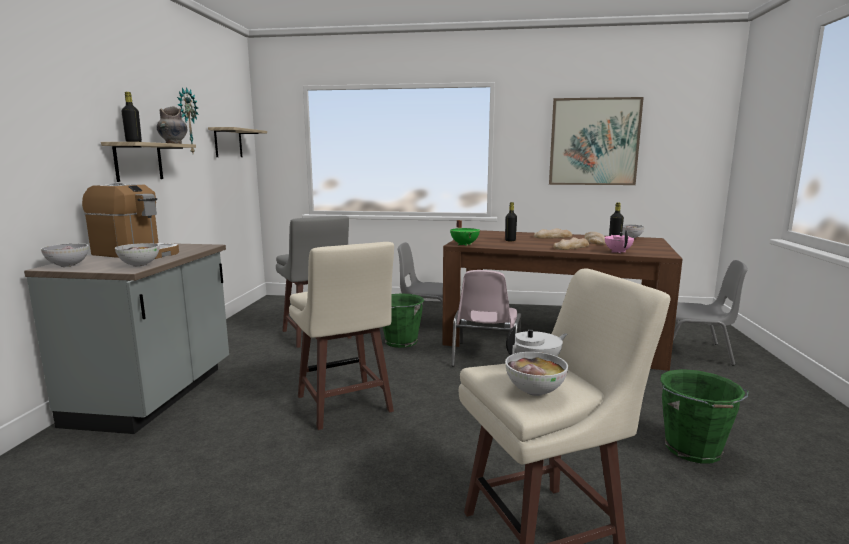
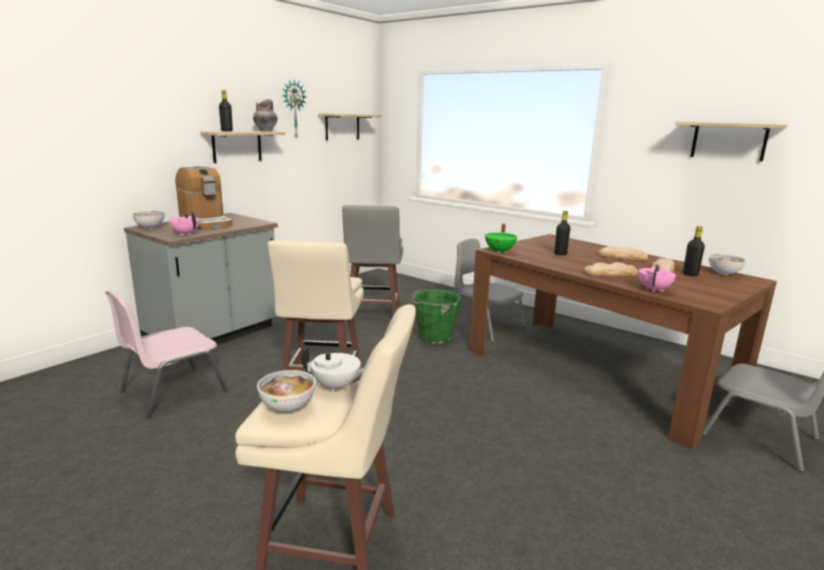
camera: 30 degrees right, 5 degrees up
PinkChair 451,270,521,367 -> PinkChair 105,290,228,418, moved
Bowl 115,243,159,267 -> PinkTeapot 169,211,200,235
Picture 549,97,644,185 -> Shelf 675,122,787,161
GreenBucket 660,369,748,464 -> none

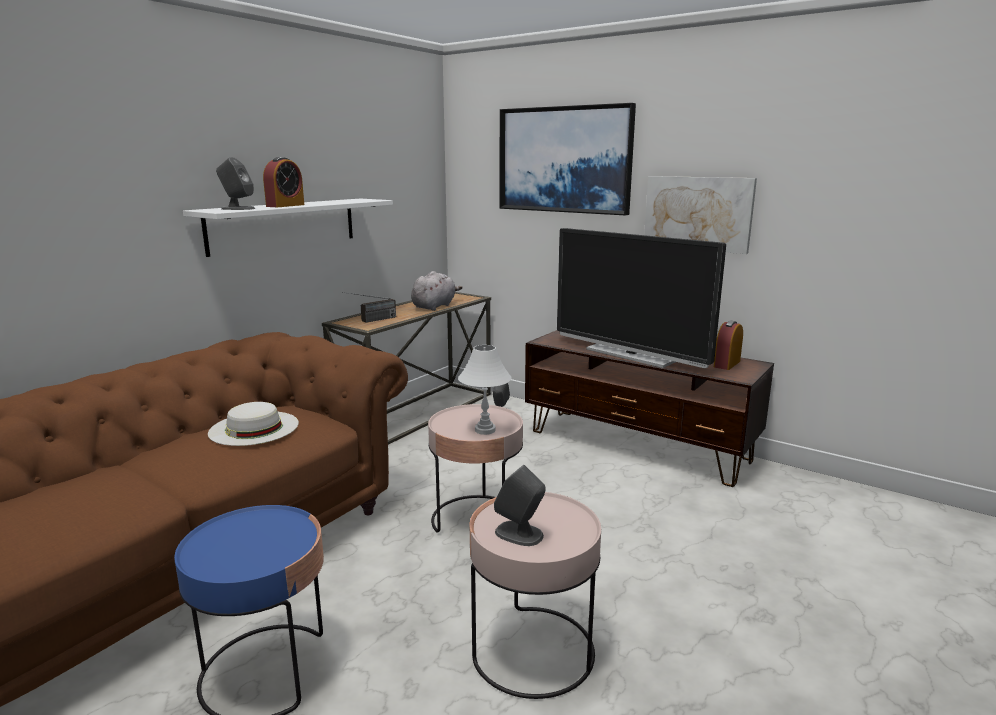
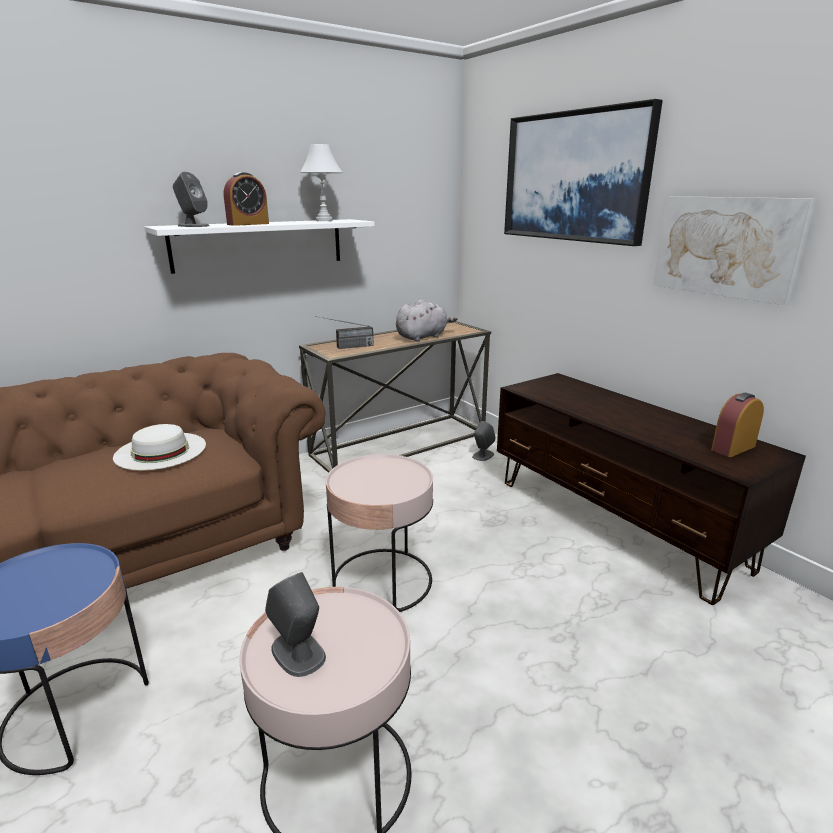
camera: 20 degrees right, 5 degrees up
WhiteTableLamp 458,345,512,435 -> WhiteTableLamp 300,144,343,221, moved
Television 557,228,726,368 -> none

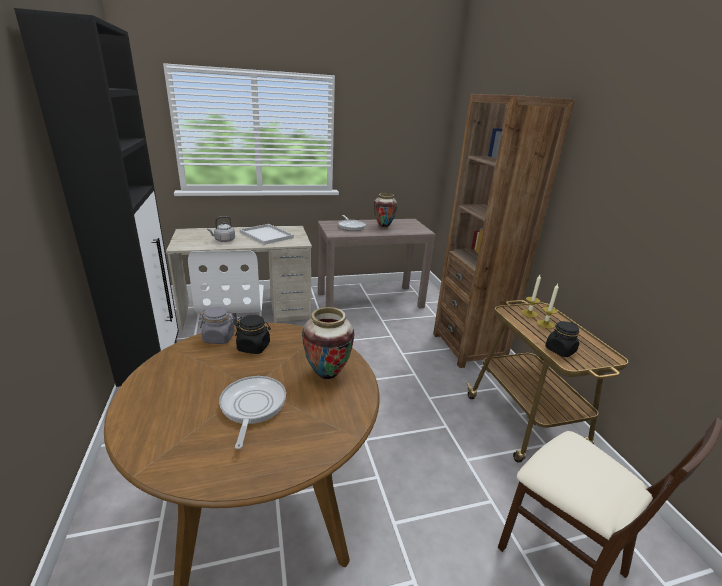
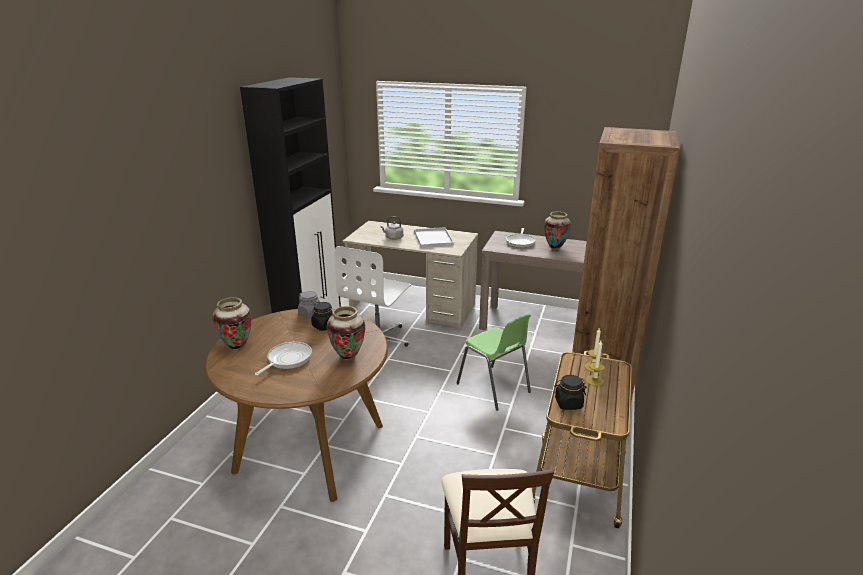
camera: 35 degrees right, 0 degrees up
none -> Vase 212,297,251,350
none -> GreenChair 456,314,531,411

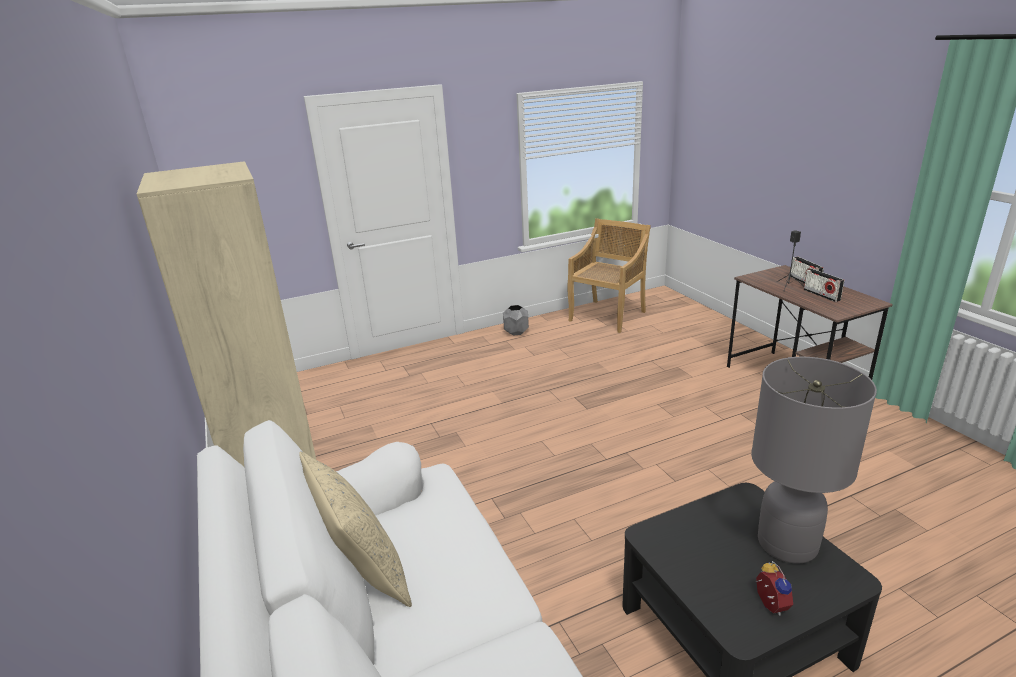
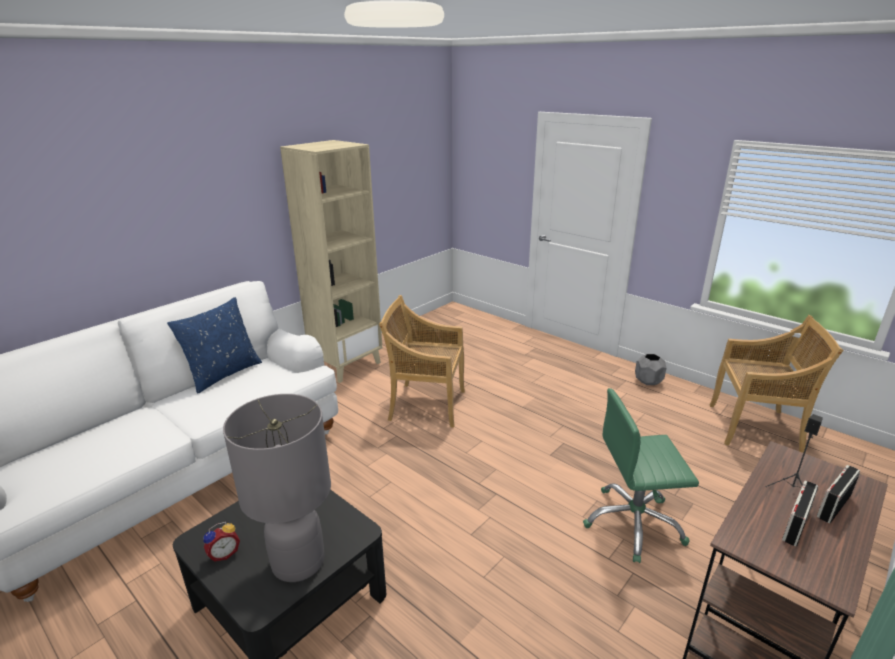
camera: 65 degrees right, 0 degrees up
BeigePillow 299,451,412,607 -> BluePillow 167,297,262,393
none -> BeigeChair 379,295,465,428
none -> GreenOfficeChair 583,388,699,563

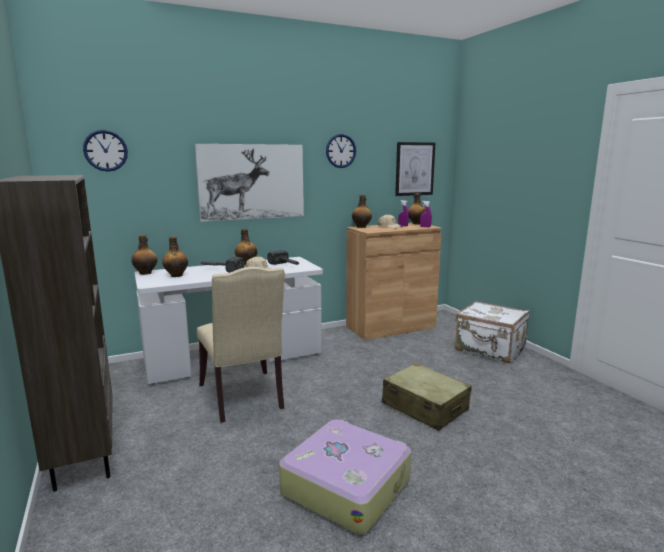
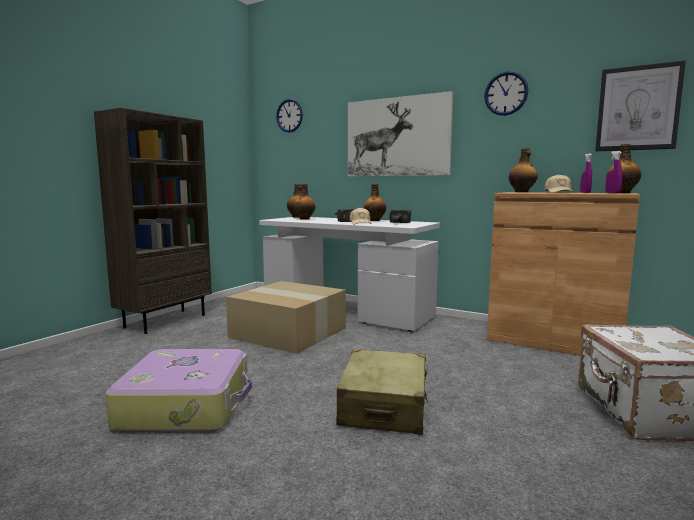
camera: 55 degrees right, 5 degrees down
BeigeChair 197,267,285,423 -> CardboardBox 226,281,346,354

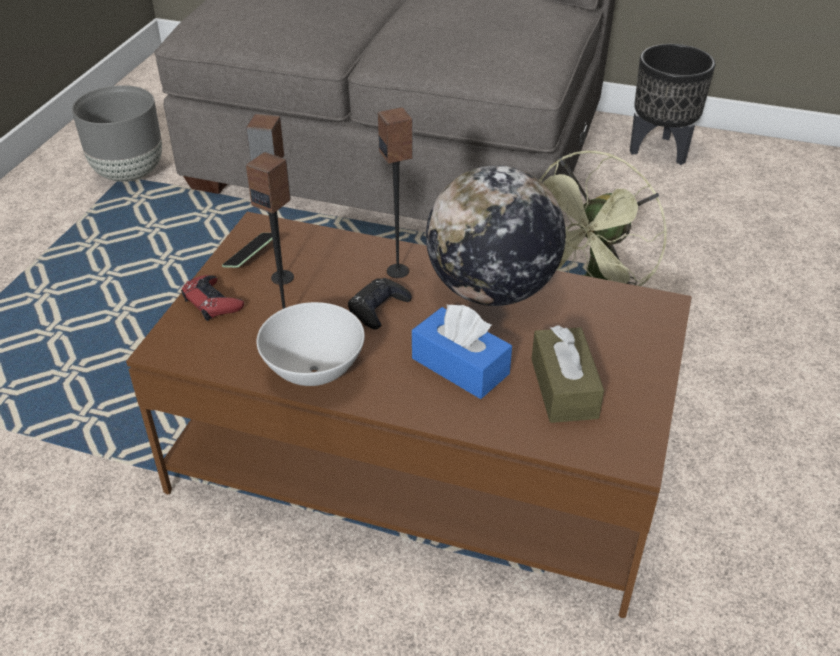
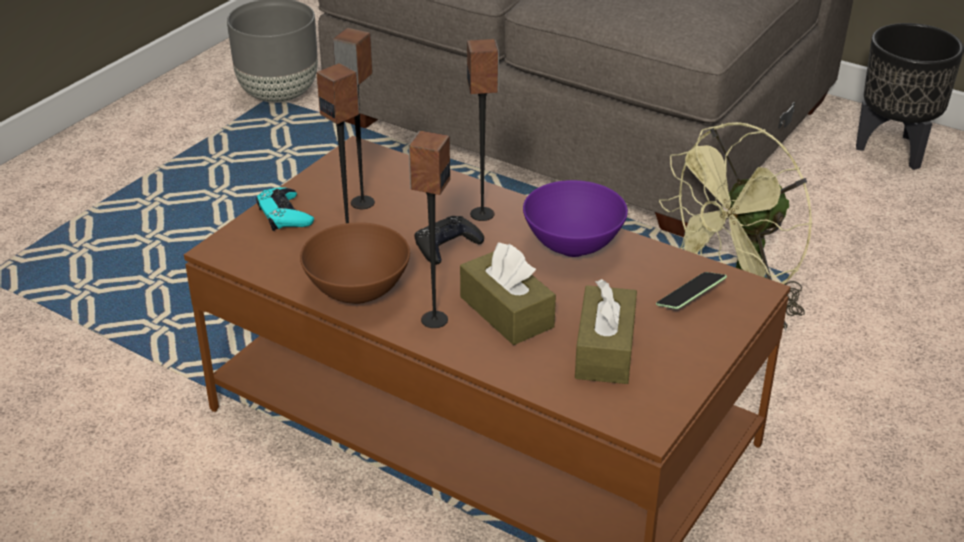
camera: 15 degrees right, 5 degrees down
RedGameController 181,275,244,321 -> TurquoiseGameController 256,187,314,231
WhiteBowl 257,302,365,386 -> BrownBowl 300,222,410,304
none -> Speaker 409,131,450,328
BlueTissueBox 412,305,512,399 -> BrownTissueBox 460,243,556,345
Globe 426,165,566,306 -> PurpleBowl 523,180,628,257
Phone 222,233,272,268 -> Phone 656,272,727,309, moved

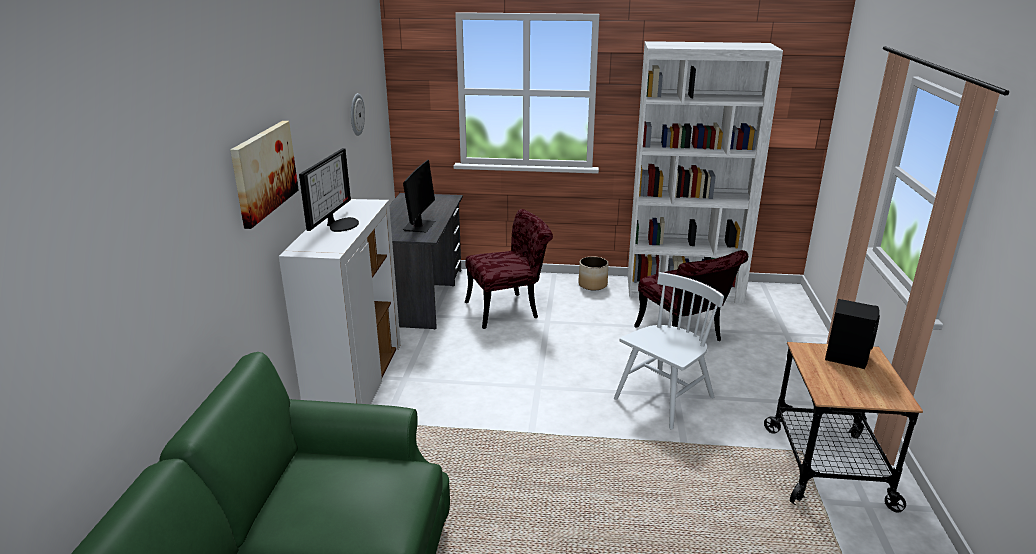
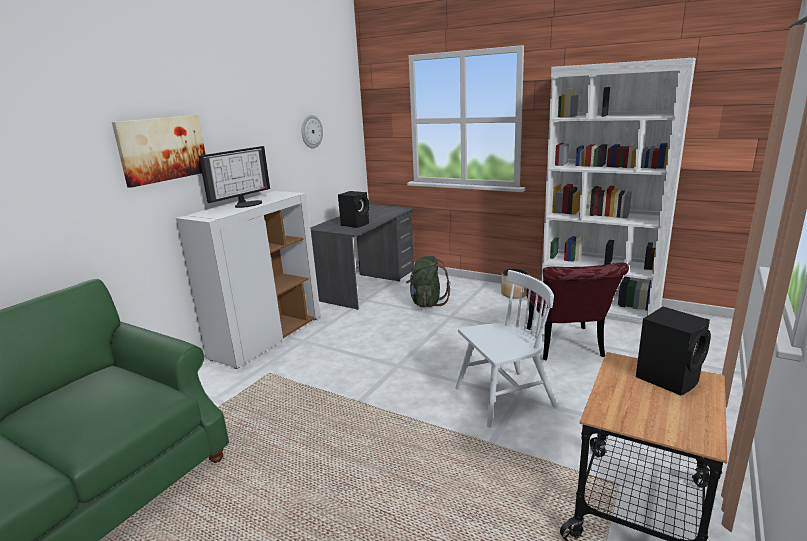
camera: 25 degrees right, 5 degrees down
Monitor 403,160,435,232 -> BlackSpeaker 338,191,369,228
RedChair 465,209,553,329 -> GreenBackpack 406,256,450,307

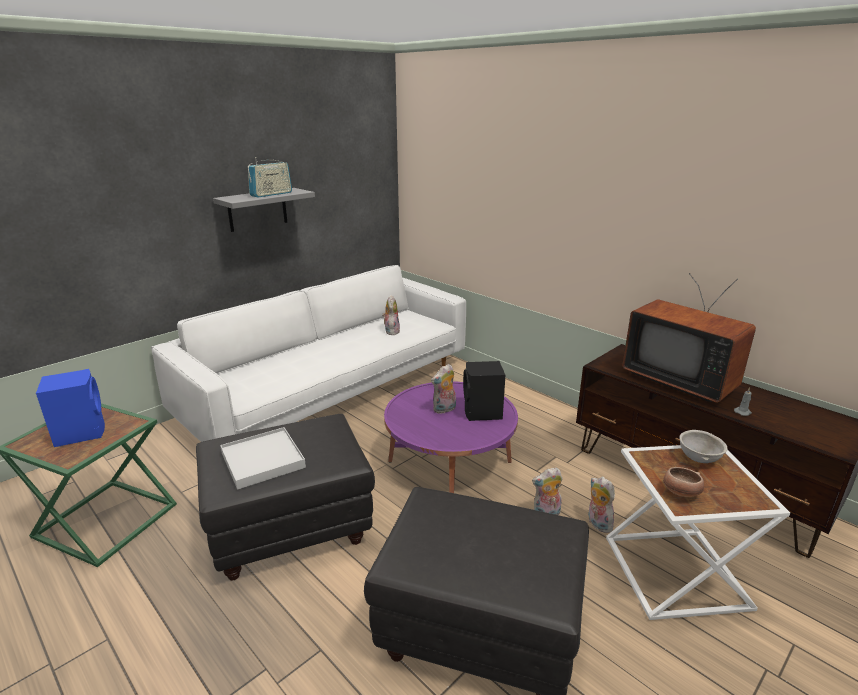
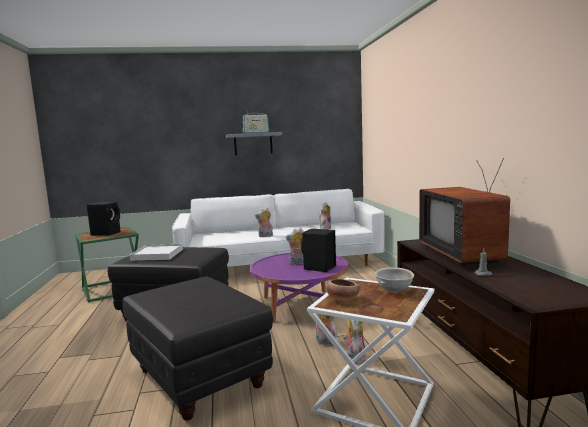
camera: 35 degrees right, 15 degrees down
BlueSpeaker 36,369,105,447 -> BlackSpeaker 87,201,121,236
none -> PlushToy 255,208,273,237

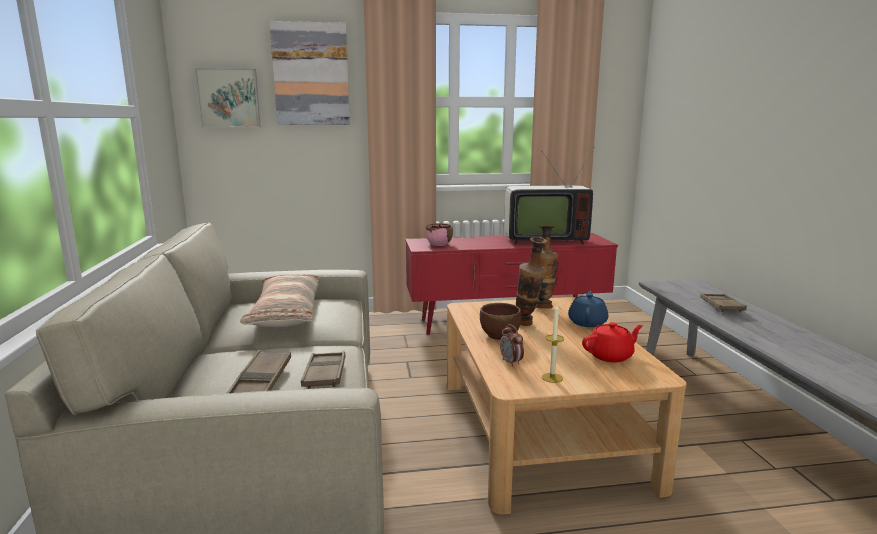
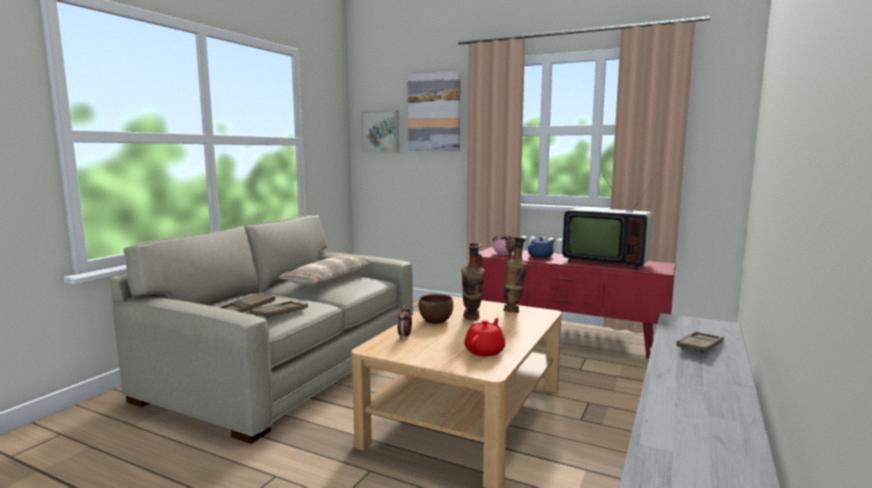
camera: 35 degrees right, 5 degrees down
RedTeapot 582,322,643,362 -> RedTeapot 464,318,505,356, 75 degrees counterclockwise
BlueTeapot 568,291,608,327 -> BlueTeapot 528,237,555,258, moved
Candle 542,304,564,383 -> none

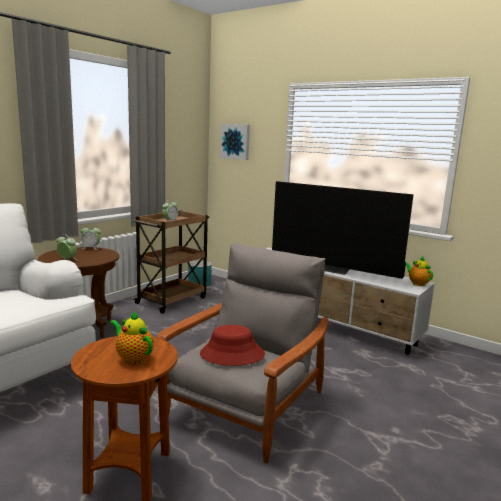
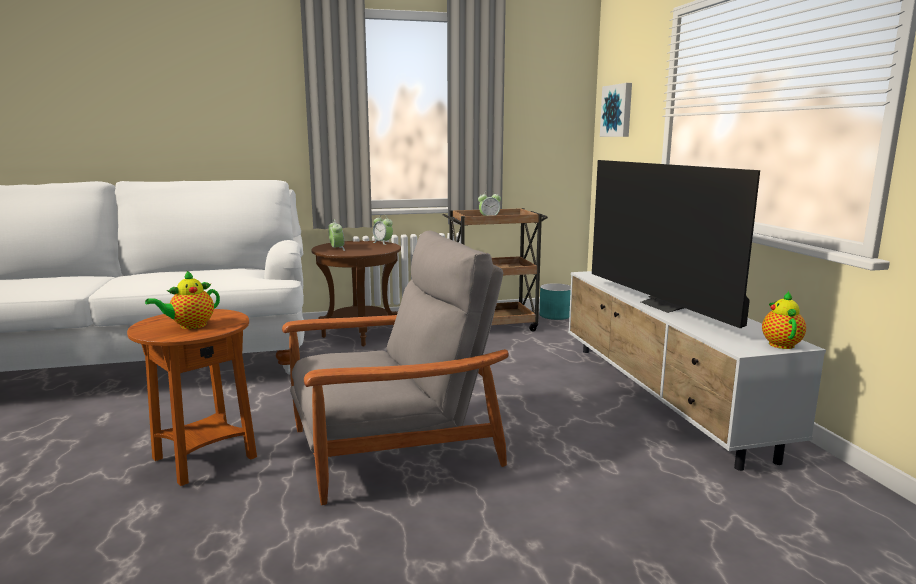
camera: 40 degrees right, 0 degrees up
Teapot 110,310,154,365 -> Teapot 145,270,220,329, 120 degrees counterclockwise
RedHat 200,325,265,366 -> none

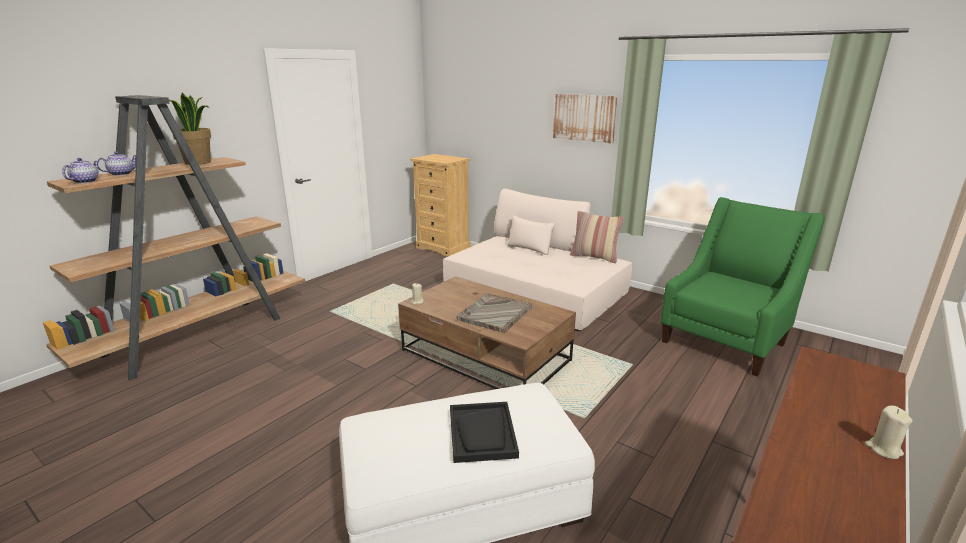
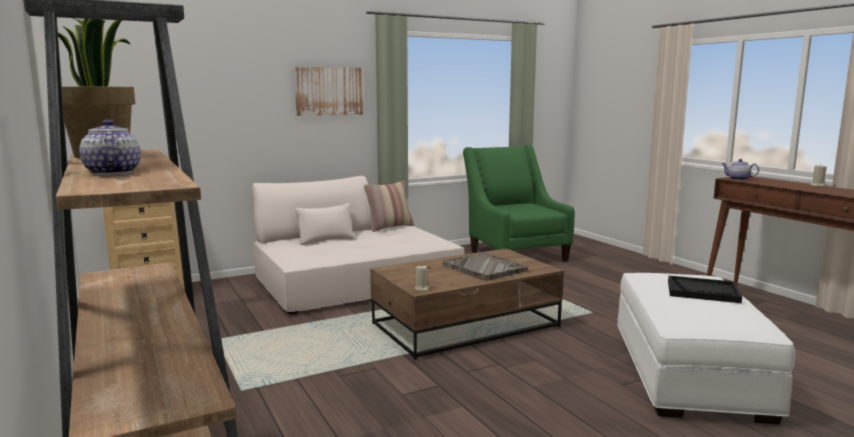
camera: 65 degrees left, 10 degrees down
Teapot 62,158,99,184 -> Teapot 721,159,759,180, moved

